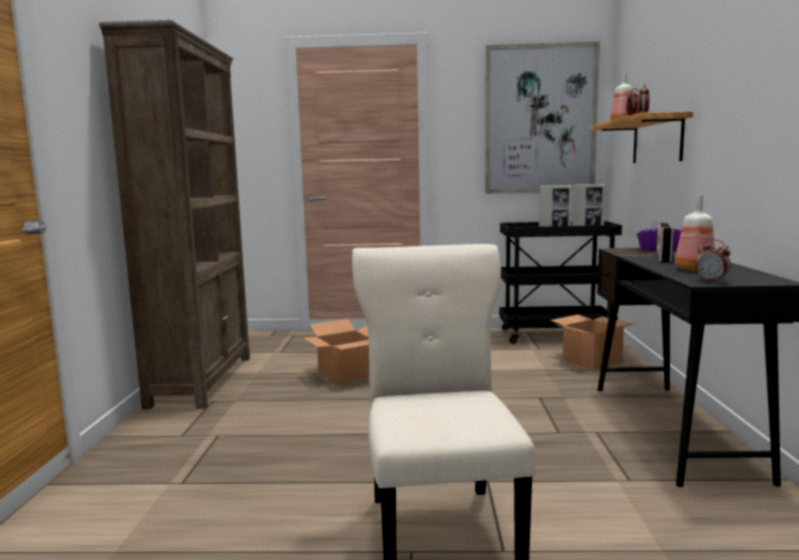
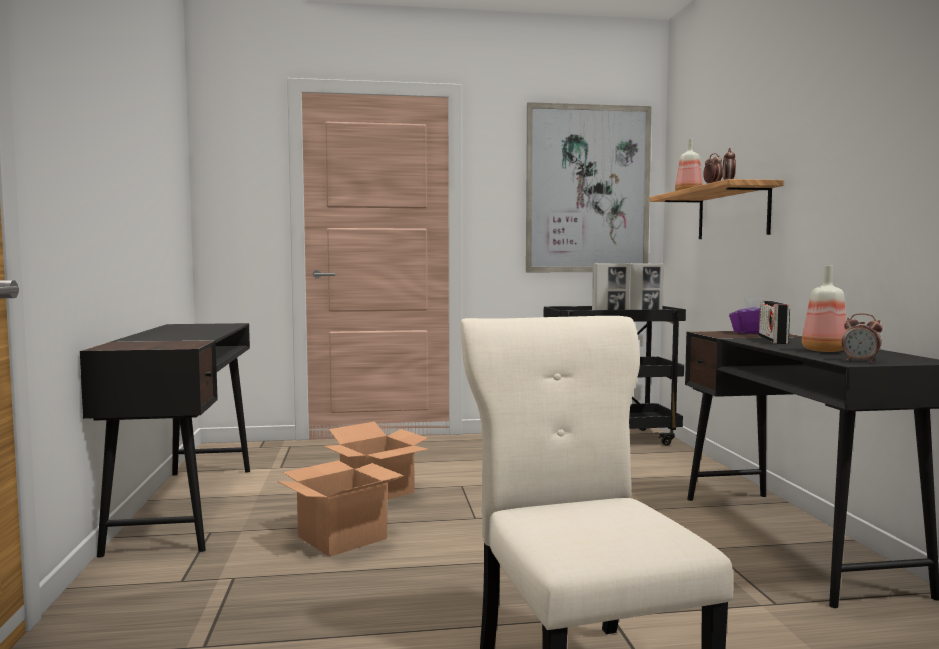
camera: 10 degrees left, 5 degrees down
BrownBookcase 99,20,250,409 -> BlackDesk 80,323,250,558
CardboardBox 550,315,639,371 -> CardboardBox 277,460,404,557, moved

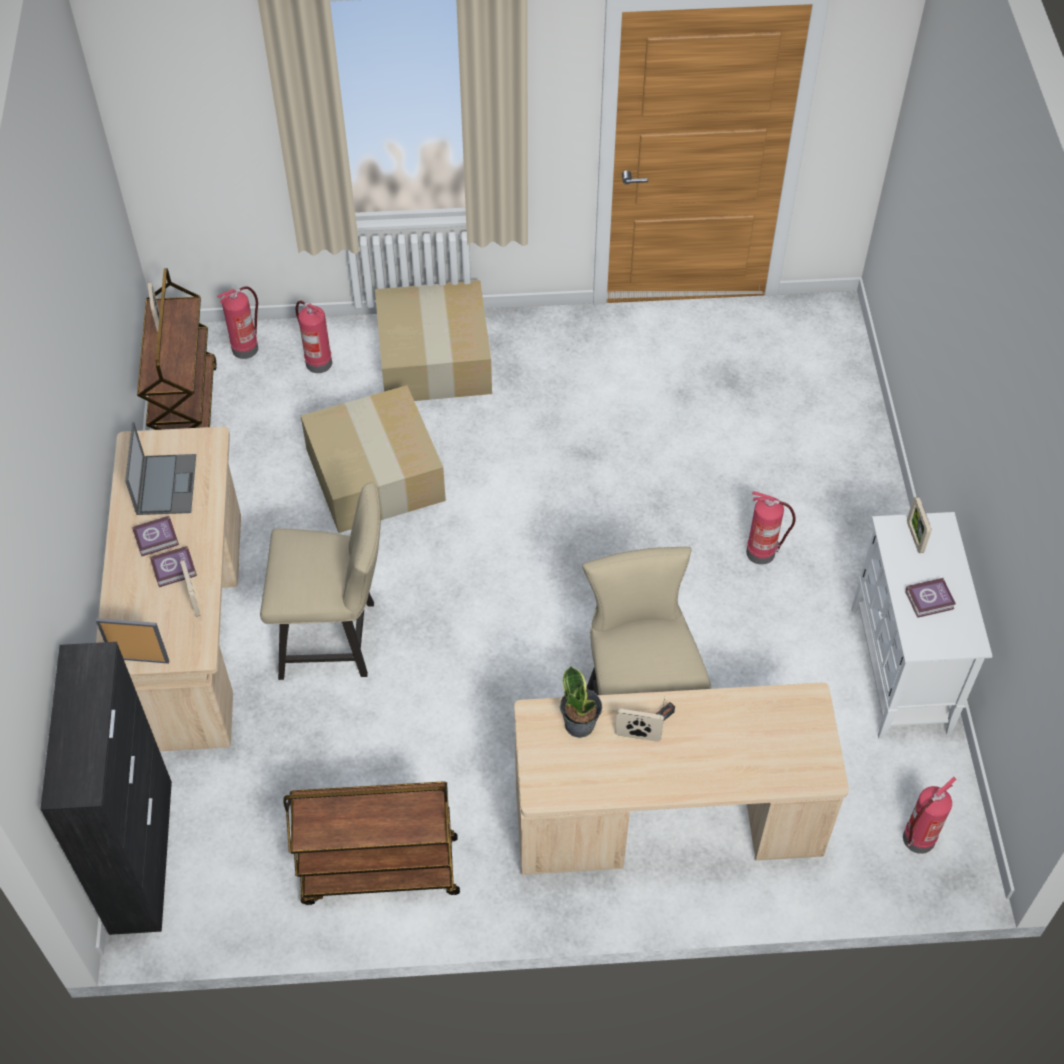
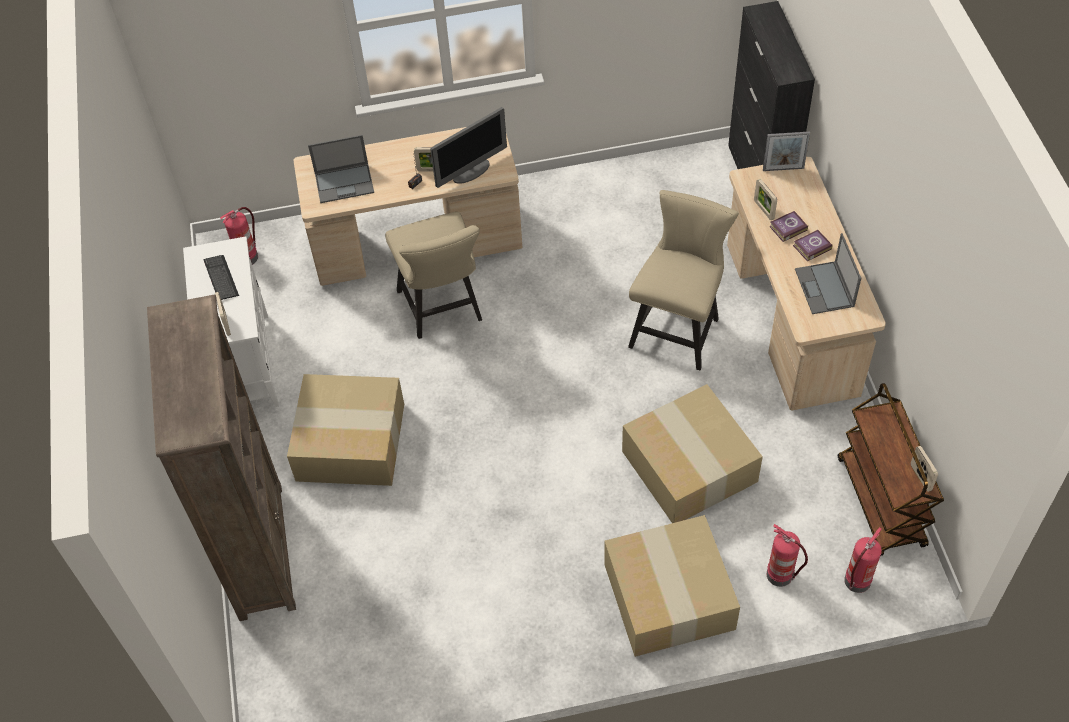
camera: 175 degrees right, 0 degrees up
none -> BrownBookcase 147,295,296,621
Book 905,578,956,618 -> Keyboard 204,255,239,300
FireExtinguisher 746,491,796,565 -> CardboardBox 287,374,404,486
none -> Laptop 308,135,374,203
PottedPlant 560,666,602,738 -> Monitor 430,107,507,188
BeigeChair 260,482,381,680 -> BeigeChair 628,190,739,370, 120 degrees clockwise
BrownCart 283,781,460,905 -> none

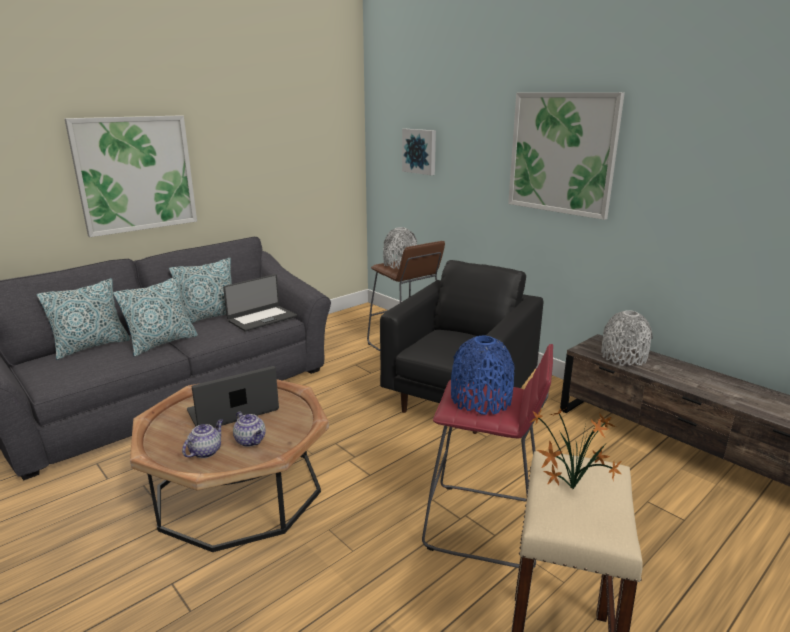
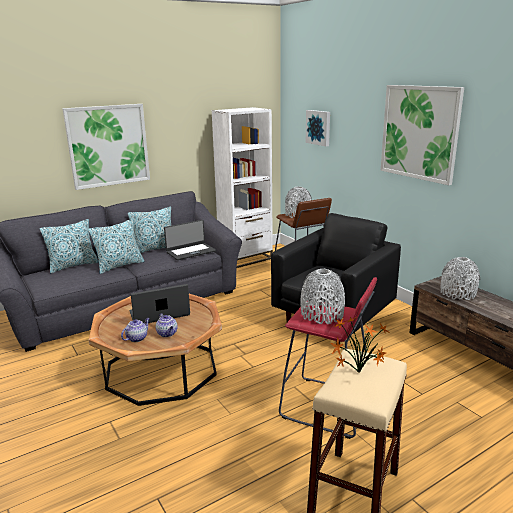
camera: 10 degrees right, 0 degrees up
none -> WhiteBookcase 211,107,273,268
BlueVase 451,335,514,415 -> GreyVase 300,269,345,324

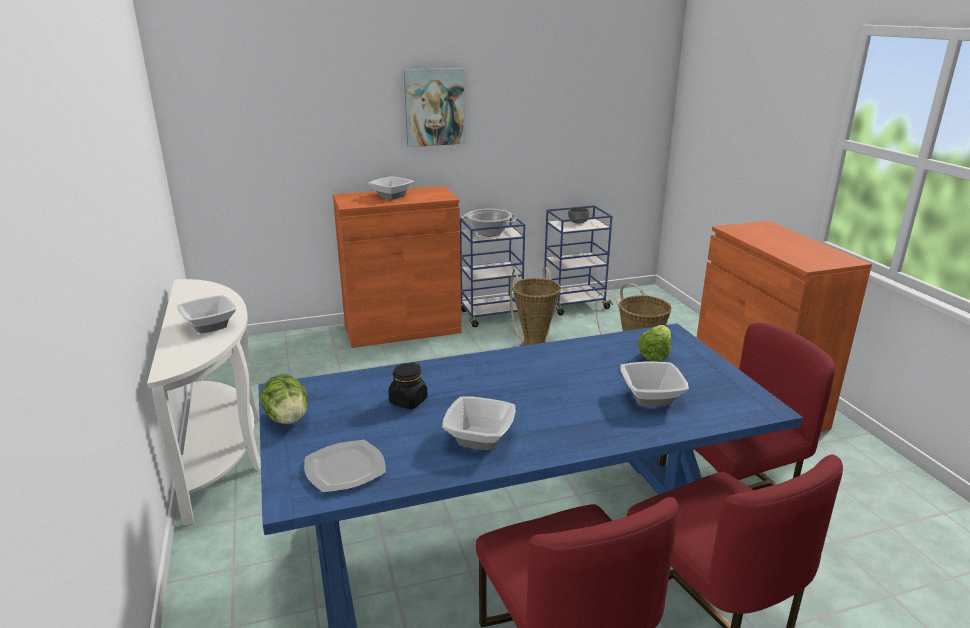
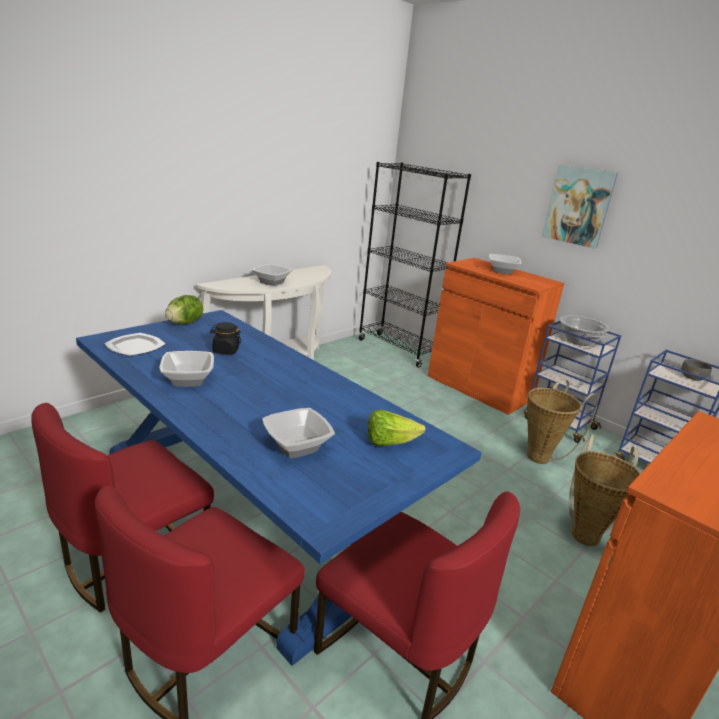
camera: 60 degrees right, 0 degrees up
none -> BlackBookcase 358,162,471,368

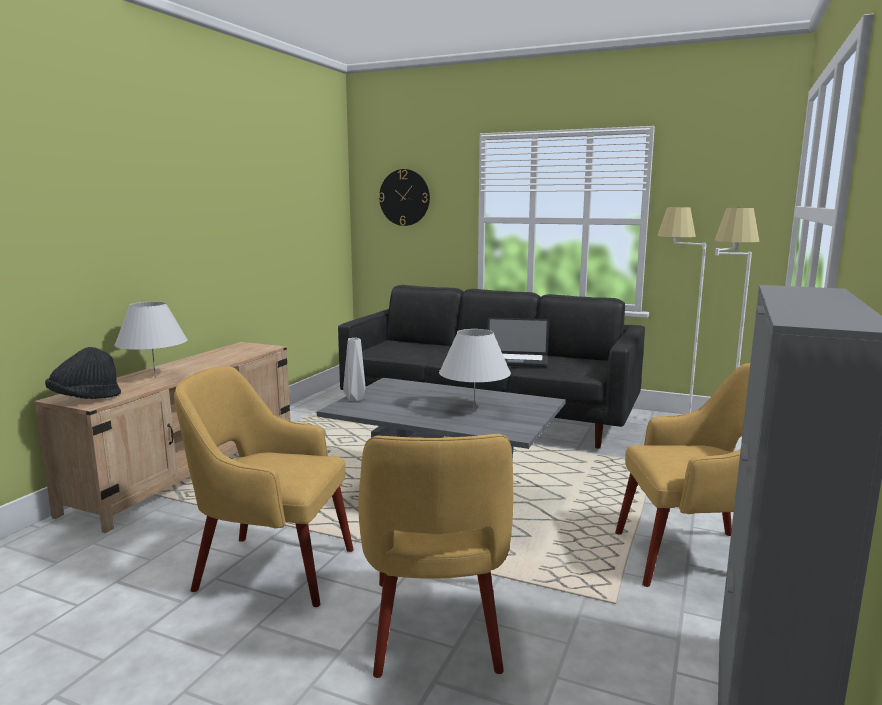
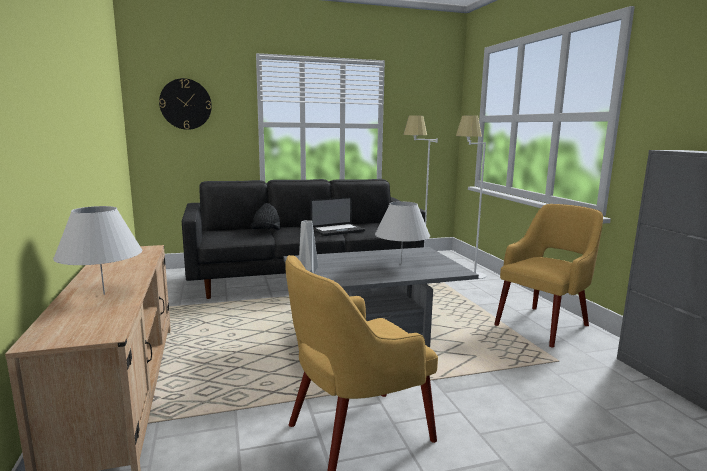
camera: 40 degrees left, 0 degrees up
BlackHat 45,347,121,399 -> BlackHat 251,203,281,230, moved
YellowArmchair 358,434,514,678 -> none

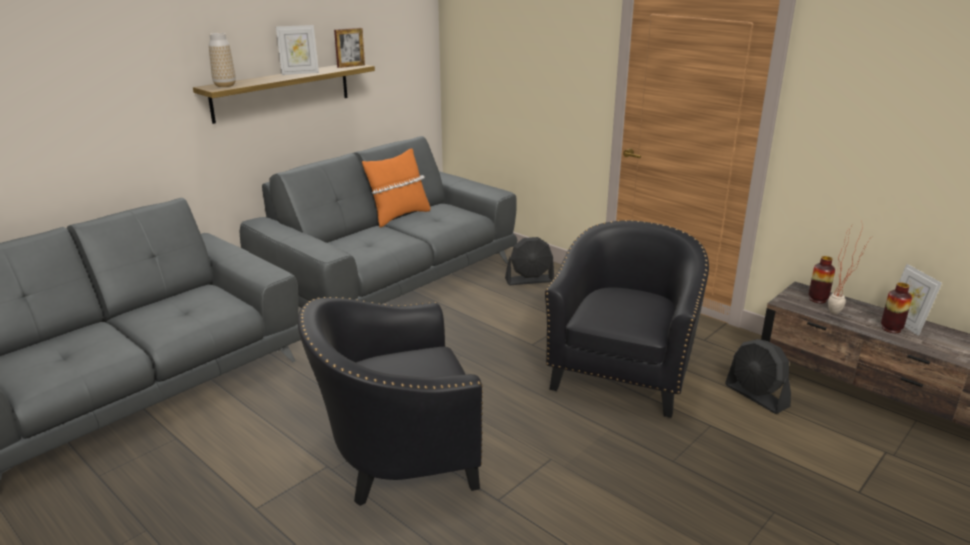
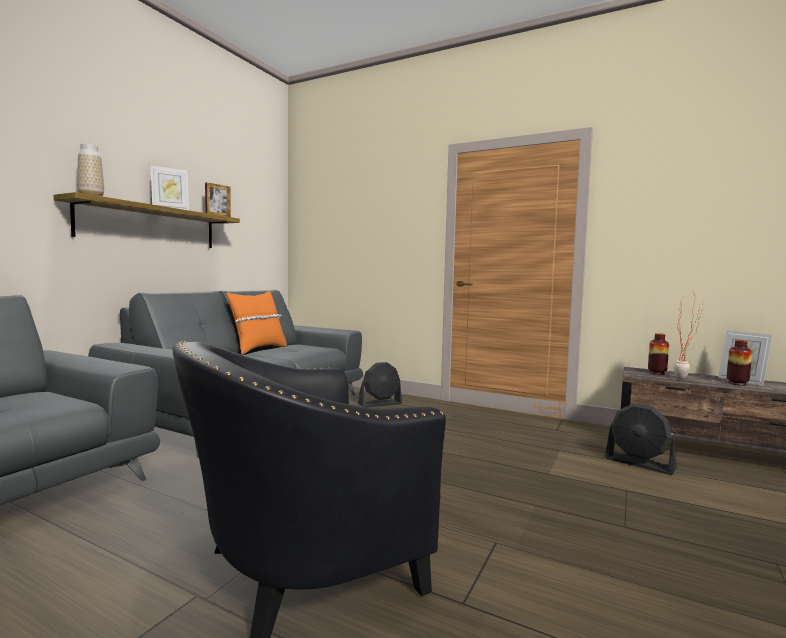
camera: 15 degrees left, 20 degrees down
BlackArmchair 545,220,709,418 -> none

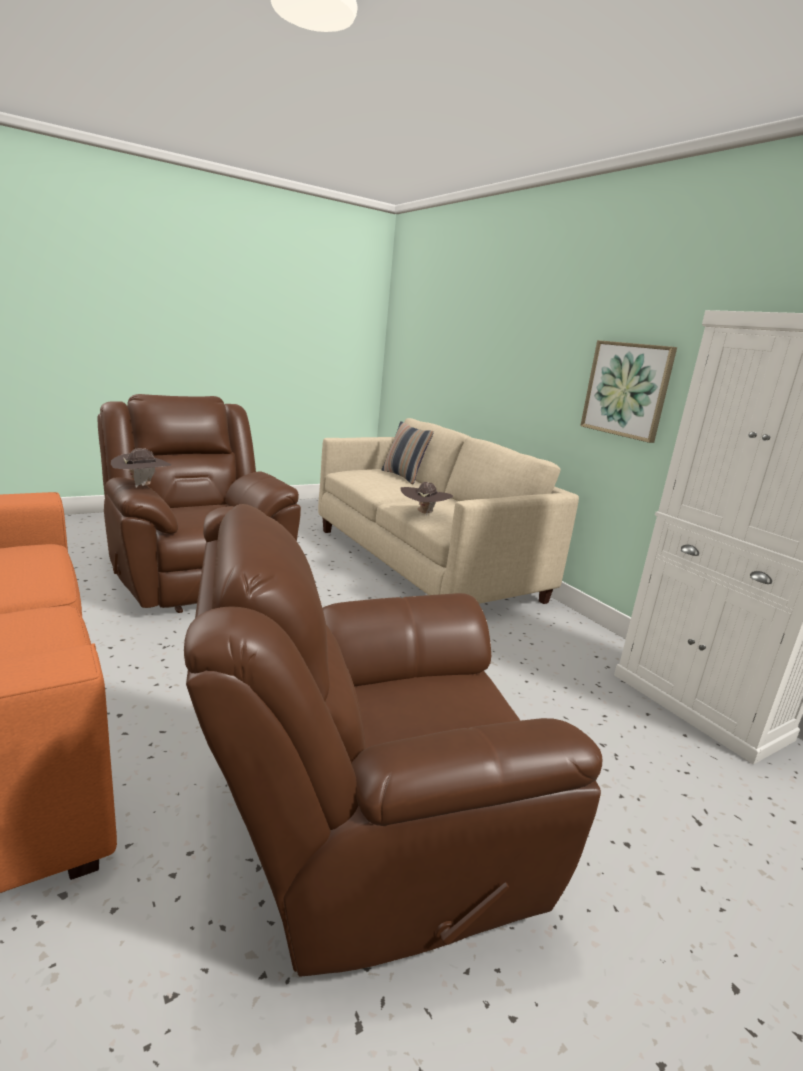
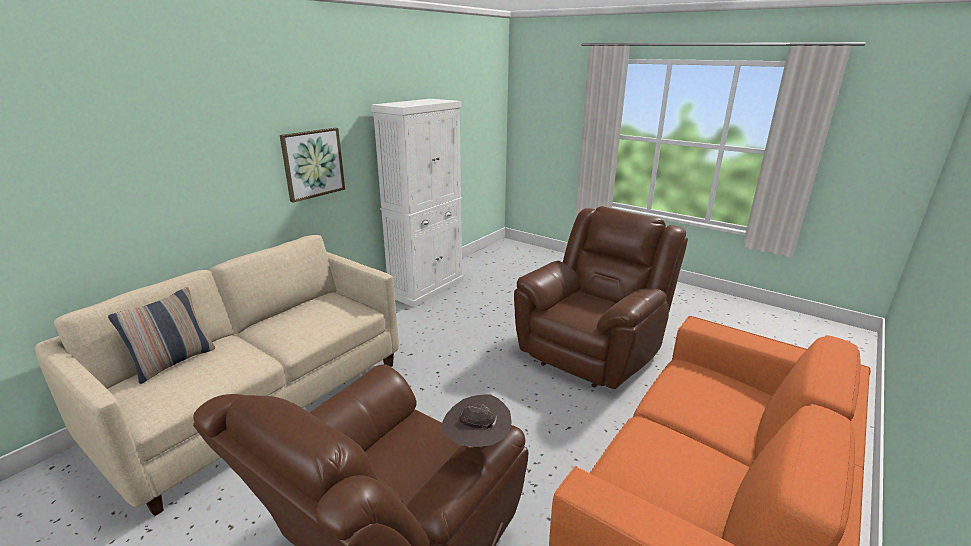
camera: 110 degrees left, 5 degrees up
BrownArmchair 184,504,602,977 -> BrownArmchair 514,206,688,389, 105 degrees counterclockwise
BrownHat 400,482,453,516 -> none

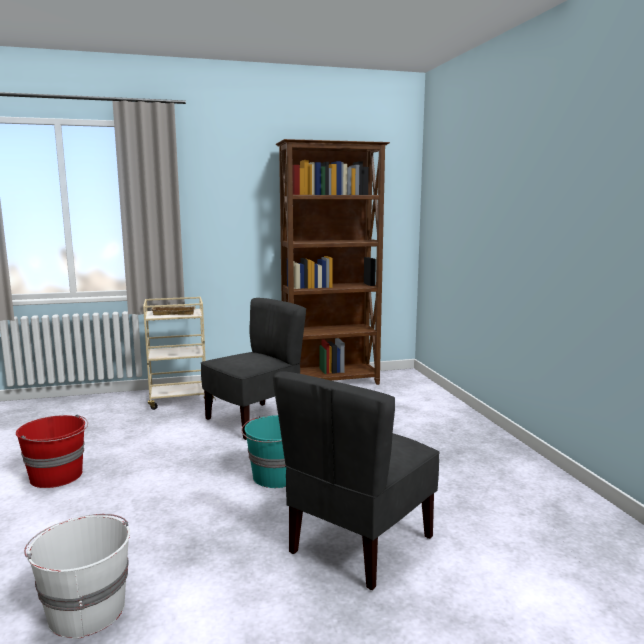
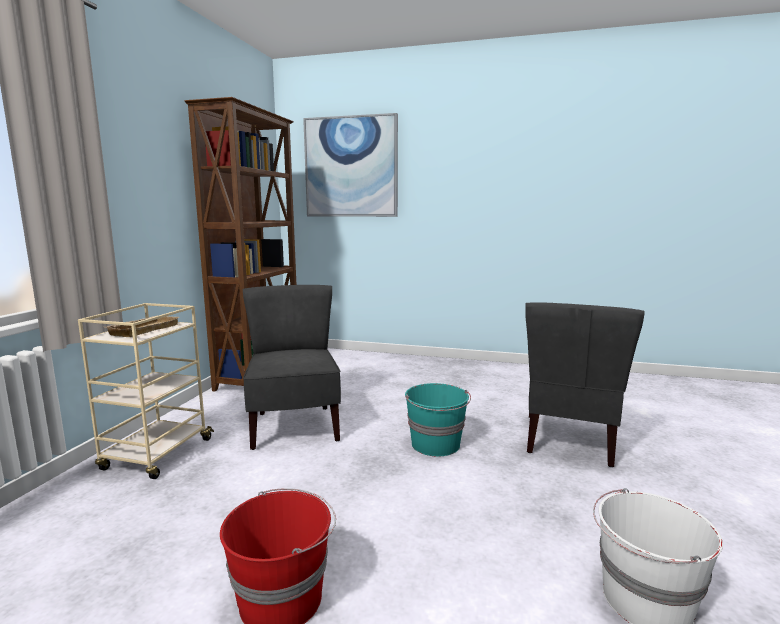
camera: 60 degrees left, 0 degrees up
none -> Picture 303,113,398,217
GreyChair 273,371,440,590 -> GreyChair 525,302,645,467, 45 degrees clockwise

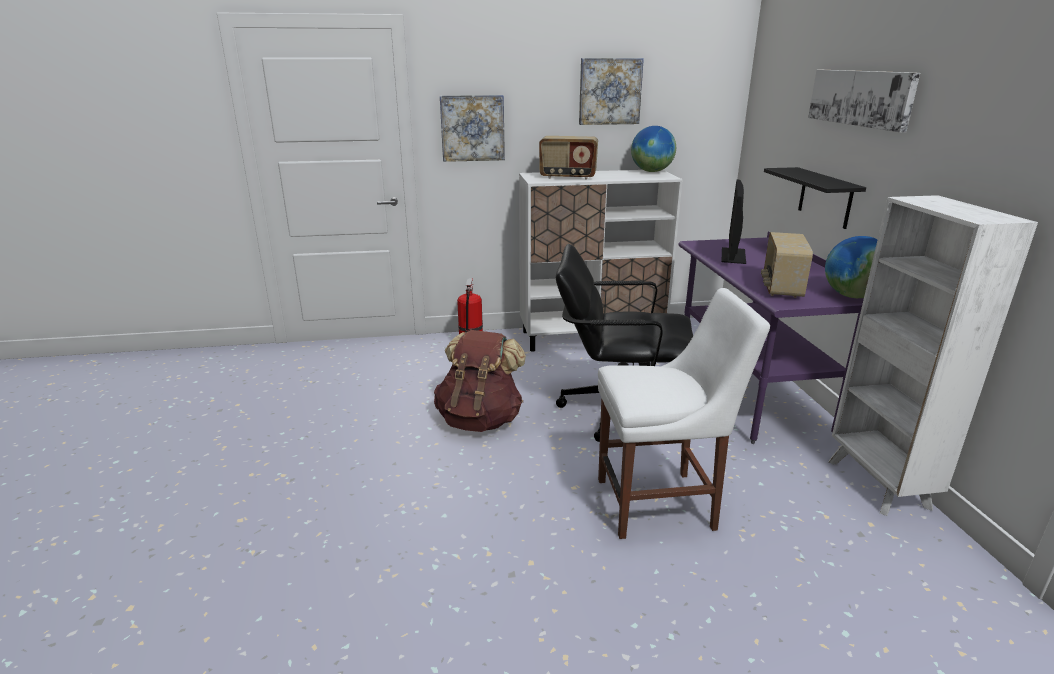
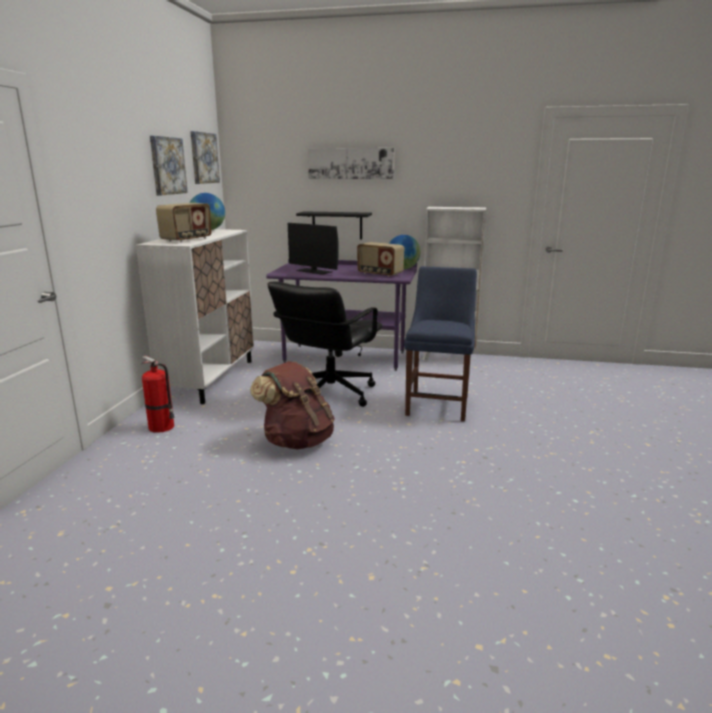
camera: 70 degrees left, 5 degrees down
Picture 440,95,505,162 -> Picture 190,131,220,184, moved
WhiteChair 598,288,770,539 -> BlueChair 404,266,477,421

